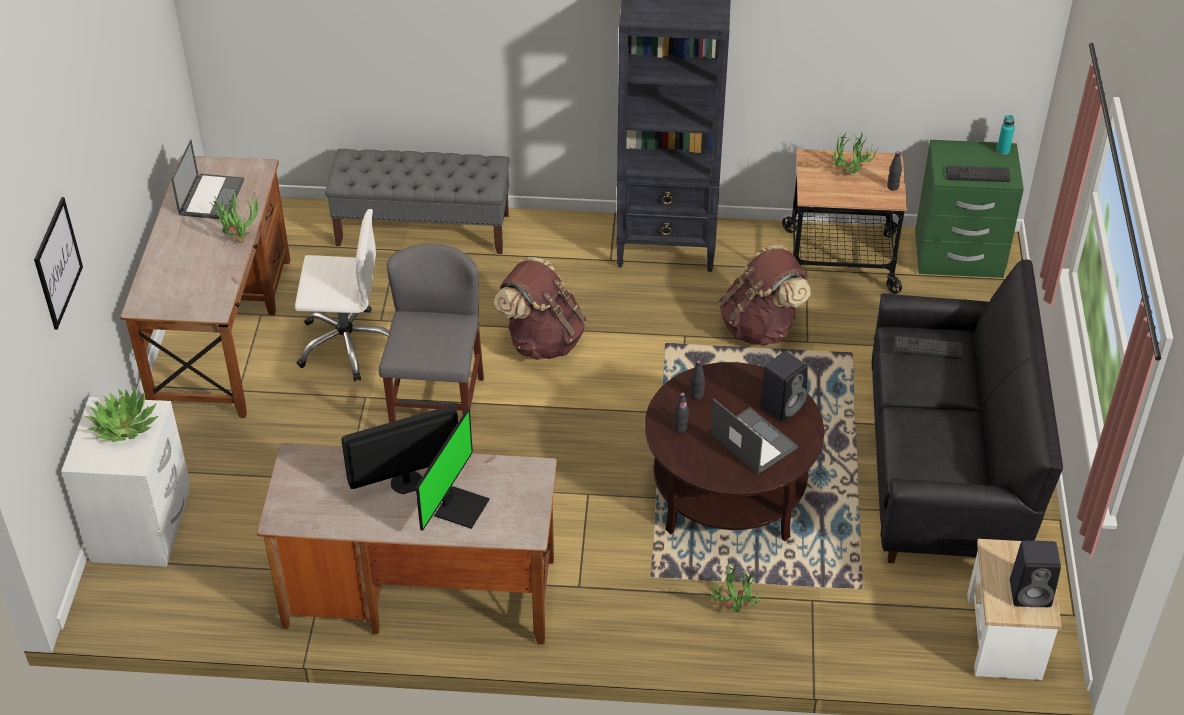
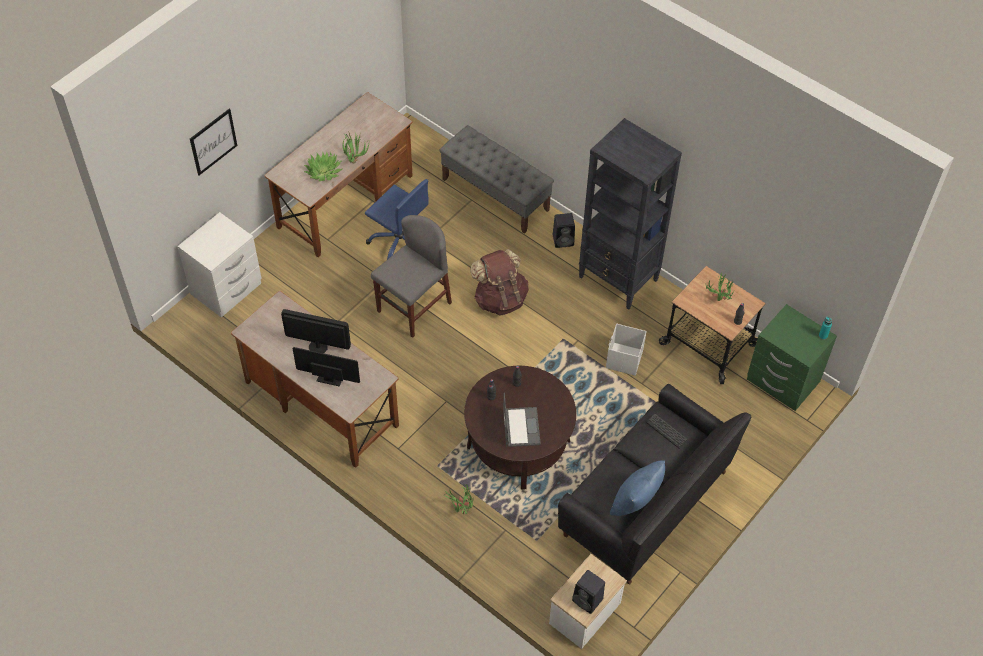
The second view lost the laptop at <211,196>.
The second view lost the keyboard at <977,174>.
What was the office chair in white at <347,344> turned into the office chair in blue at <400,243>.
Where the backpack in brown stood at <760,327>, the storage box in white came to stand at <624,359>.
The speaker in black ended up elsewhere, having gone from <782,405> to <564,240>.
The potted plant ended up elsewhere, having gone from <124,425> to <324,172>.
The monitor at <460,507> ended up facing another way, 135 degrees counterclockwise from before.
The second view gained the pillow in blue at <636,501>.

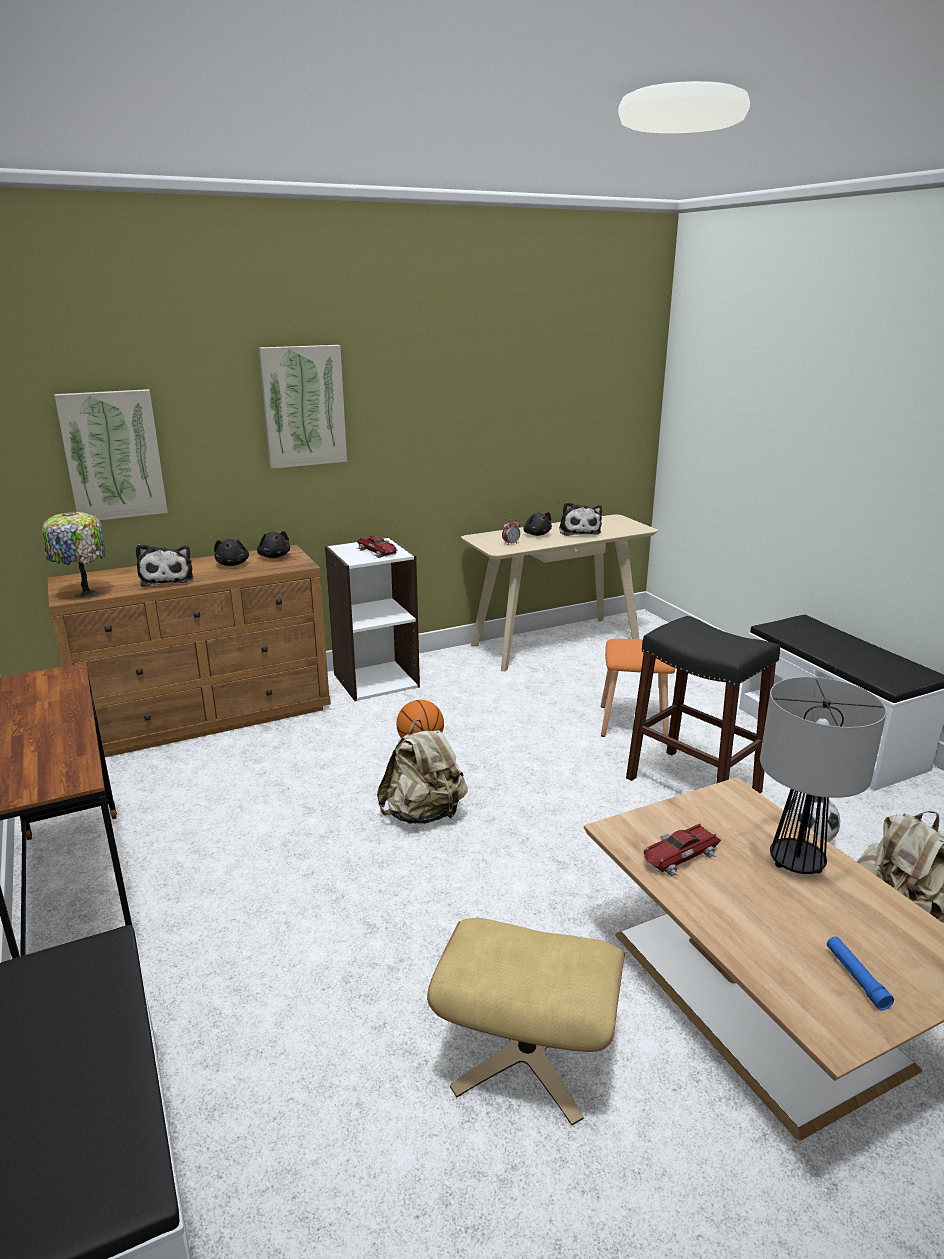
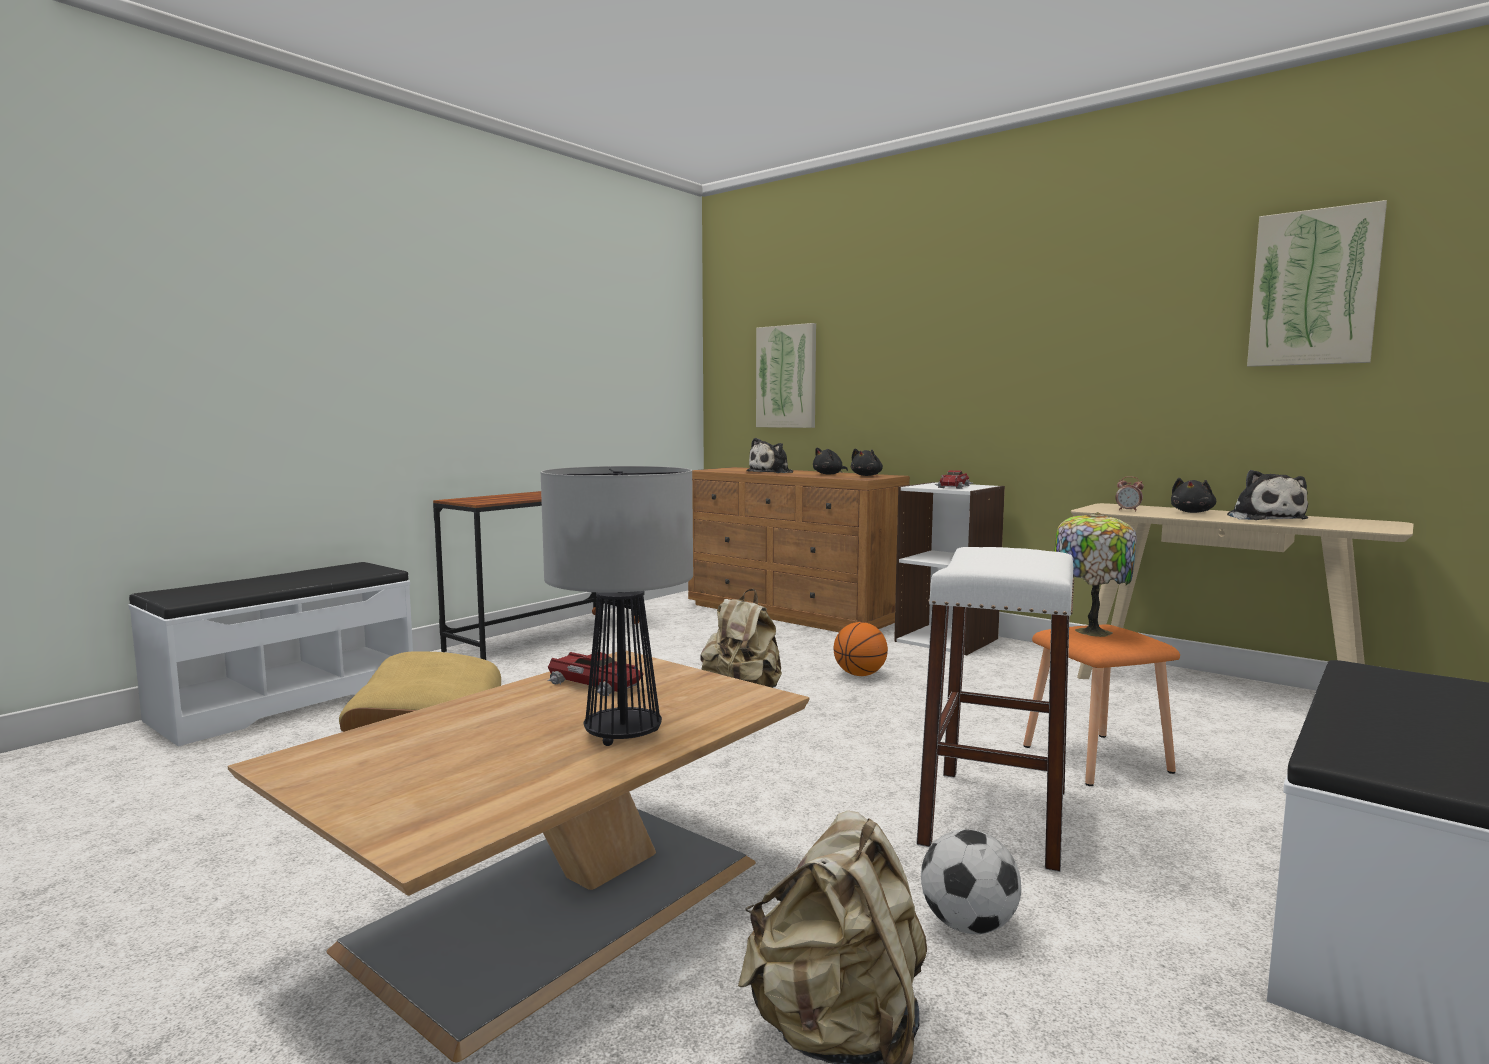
The picture ended up elsewhere, having gone from <303,406> to <1314,288>.
The plush toy at <579,531> ended up facing another way, 60 degrees counterclockwise from before.
The table lamp ended up elsewhere, having gone from <84,594> to <1090,631>.
What was the stool in black at <693,785> turned into the stool in white at <995,816>.
The second view lost the flashlight in blue at <856,978>.

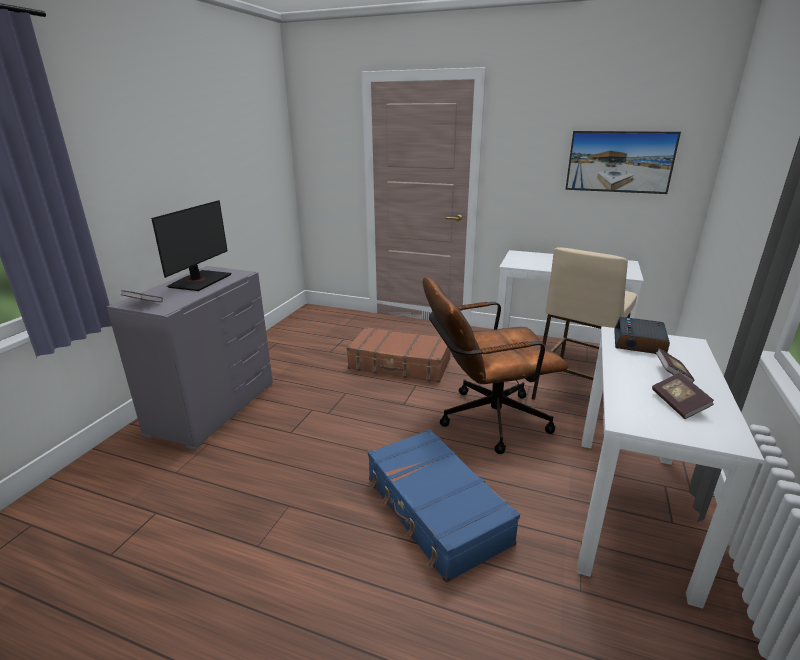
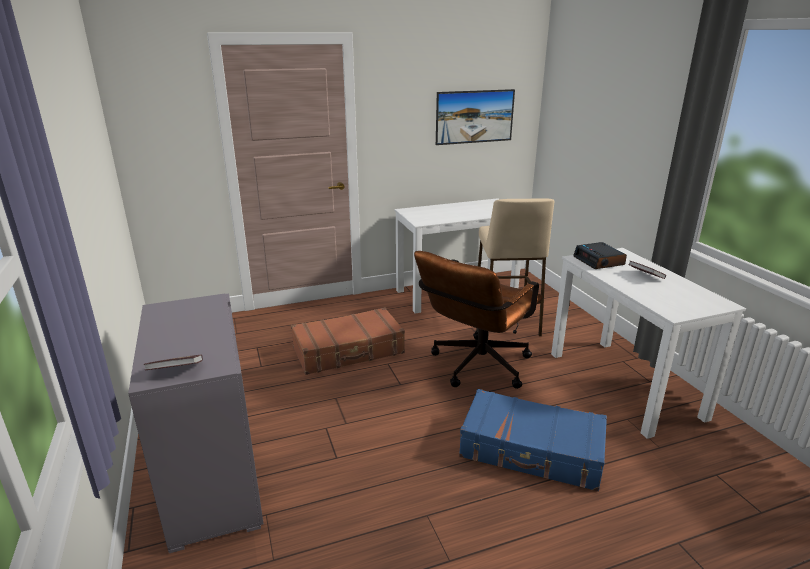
The second view lost the monitor at <199,281>.
The second view lost the book at <679,404>.

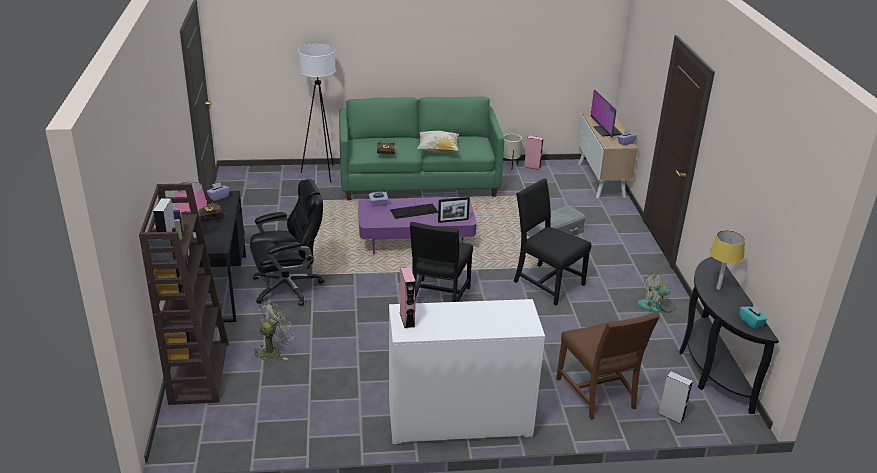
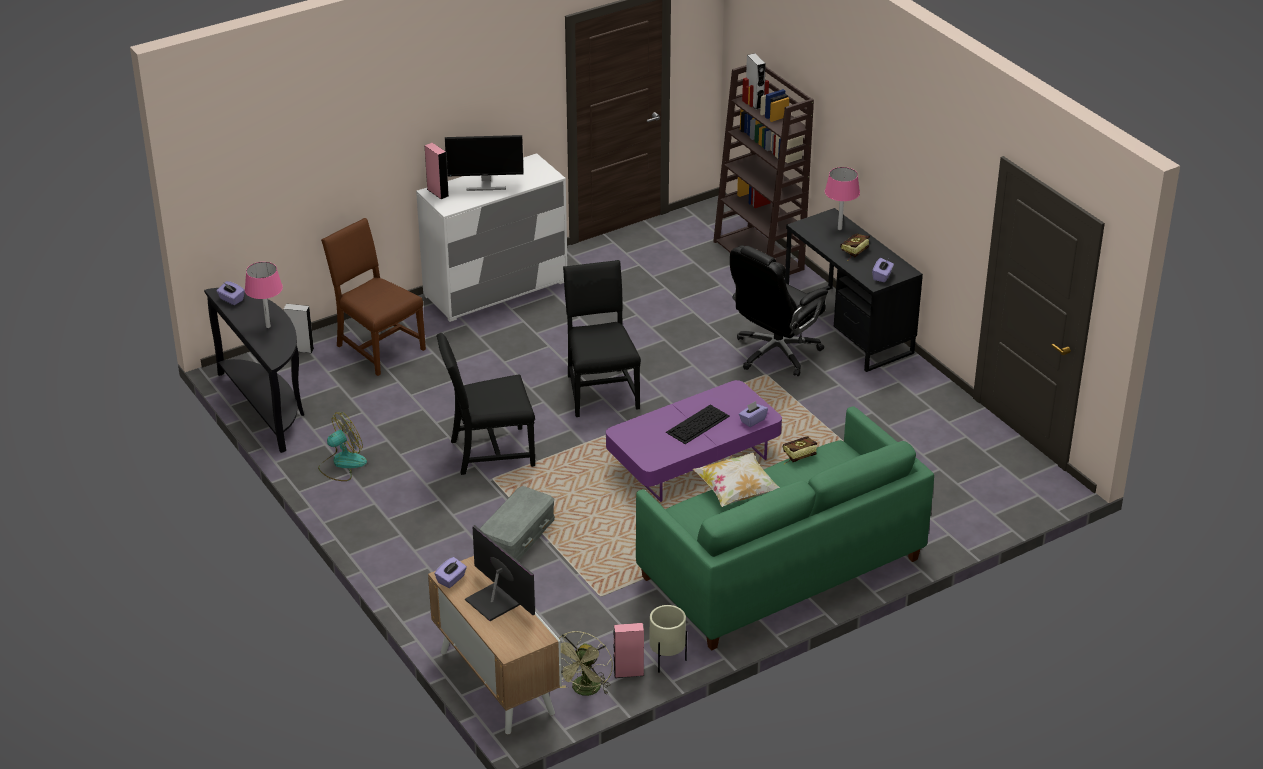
The second view lost the floor lamp in white at <321,173>.
The chair in black at <546,283> ended up facing another way, 150 degrees clockwise from before.
The second view lost the picture frame at <453,220>.
What was the table lamp in yellow at <718,288> turned into the table lamp in pink at <268,326>.
The speaker in pink ended up elsewhere, having gone from <407,319> to <437,192>.
The fan in green ended up elsewhere, having gone from <273,351> to <585,691>.
What was the tissue box in turquoise at <751,322> turned into the tissue box in purple at <231,299>.
The second view gained the monitor at <485,185>.

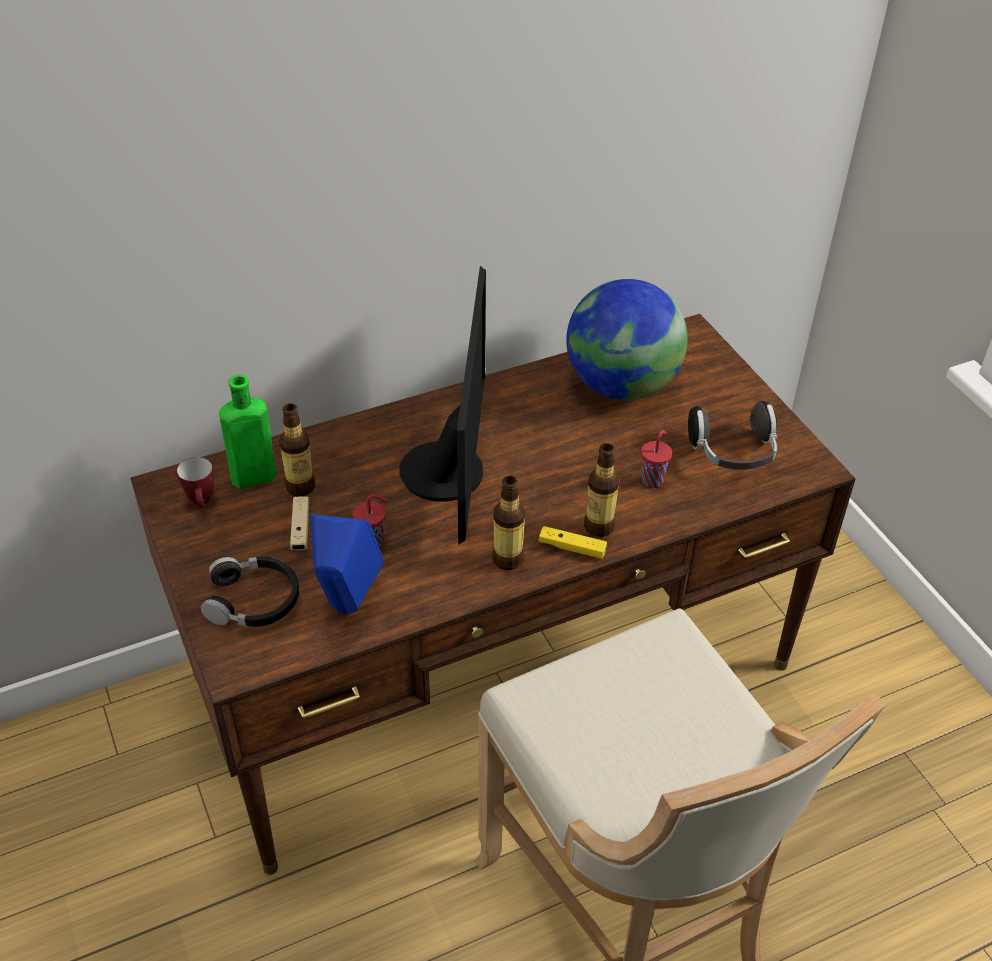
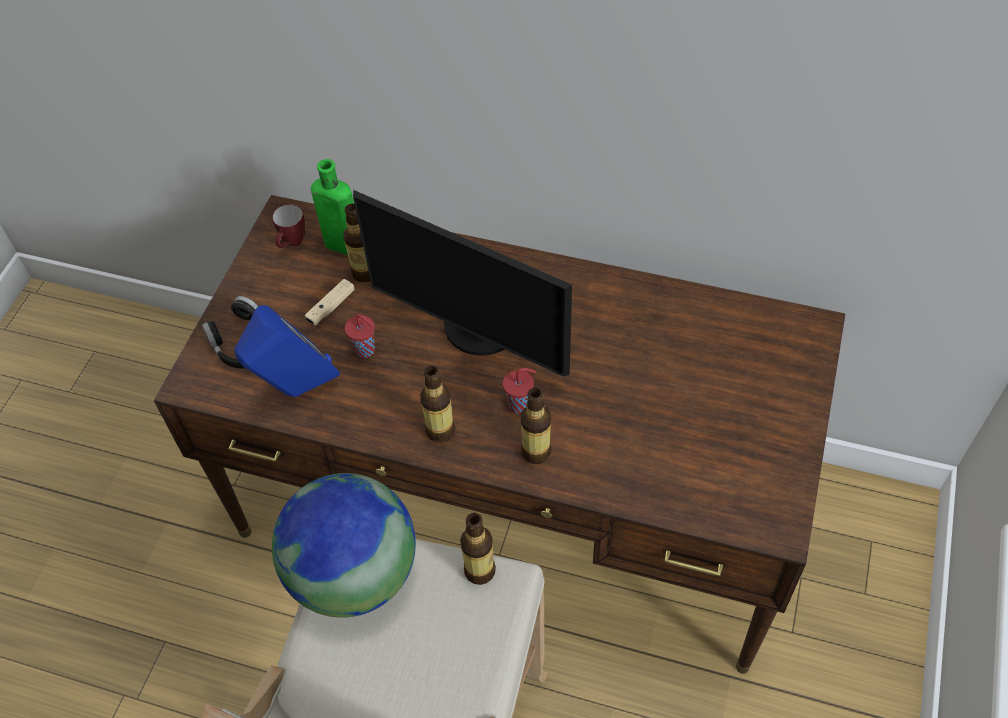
The monitor at <452,472> ended up facing another way, 75 degrees clockwise from before.
The globe ended up elsewhere, having gone from <621,385> to <354,574>.
The second view lost the headphones at <733,454>.
The cup in red ended up elsewhere, having gone from <653,479> to <520,404>.
The second view lost the game controller in yellow at <572,548>.
The second view gained the bottle at <480,571>.

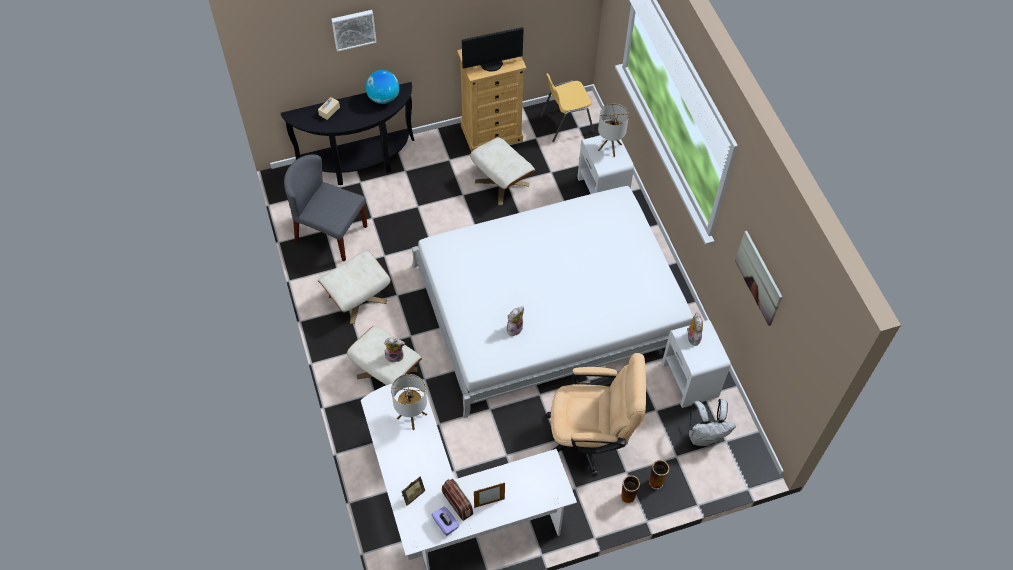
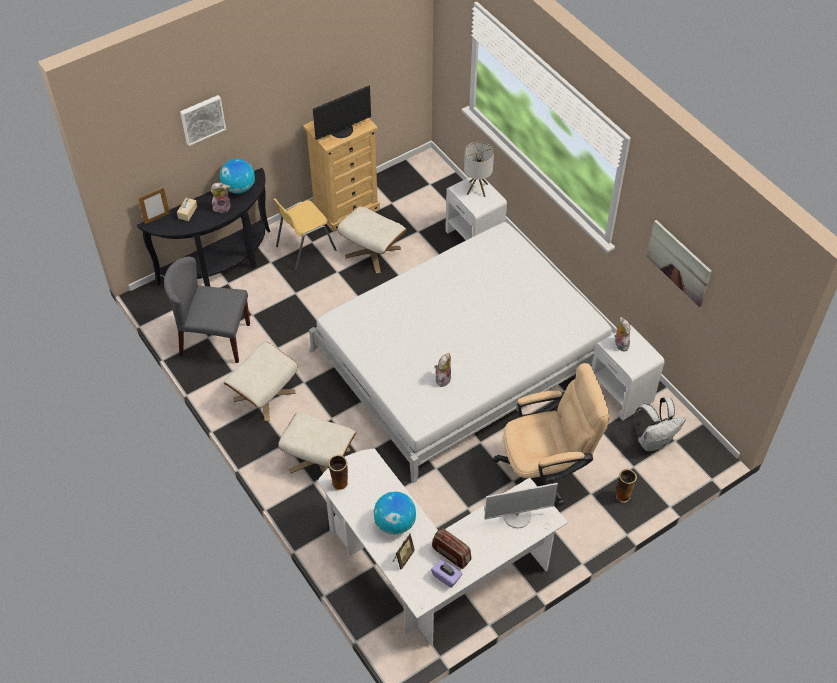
The chair in yellow ended up elsewhere, having gone from <566,124> to <305,248>.
The plush toy ended up elsewhere, having gone from <395,355> to <222,207>.
The second view lost the table lamp at <411,416>.
The vase ended up elsewhere, having gone from <627,497> to <339,484>.
The picture frame ended up elsewhere, having gone from <489,503> to <157,218>.
The second view gained the monitor at <517,515>.
The second view gained the globe at <395,523>.

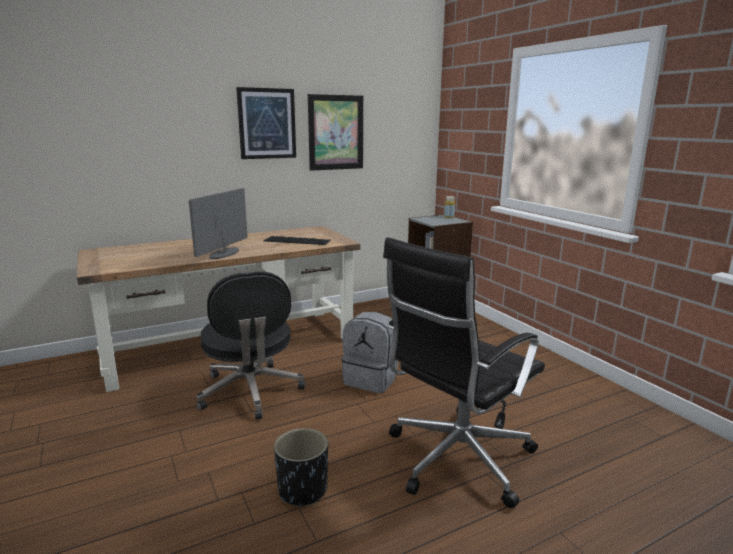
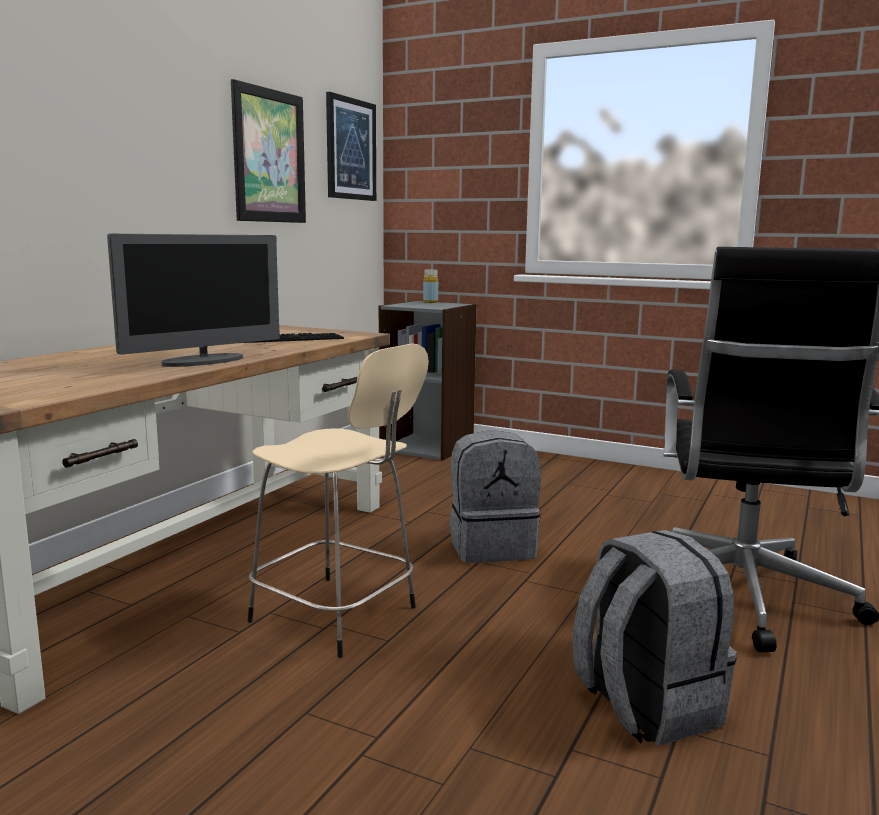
The picture ended up elsewhere, having gone from <267,123> to <350,149>.
The monitor at <224,254> ended up facing another way, 120 degrees counterclockwise from before.
Where the office chair in black stood at <250,392>, the stool in beige came to stand at <338,616>.
Where the planter in black stood at <302,490>, the backpack in grey came to stand at <644,706>.

